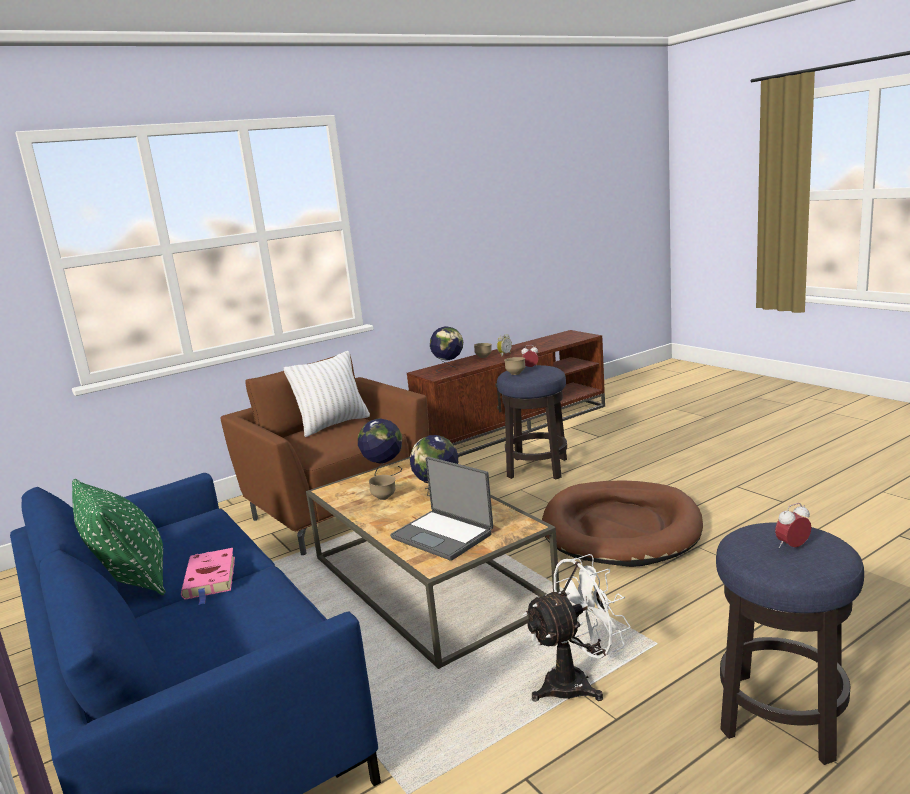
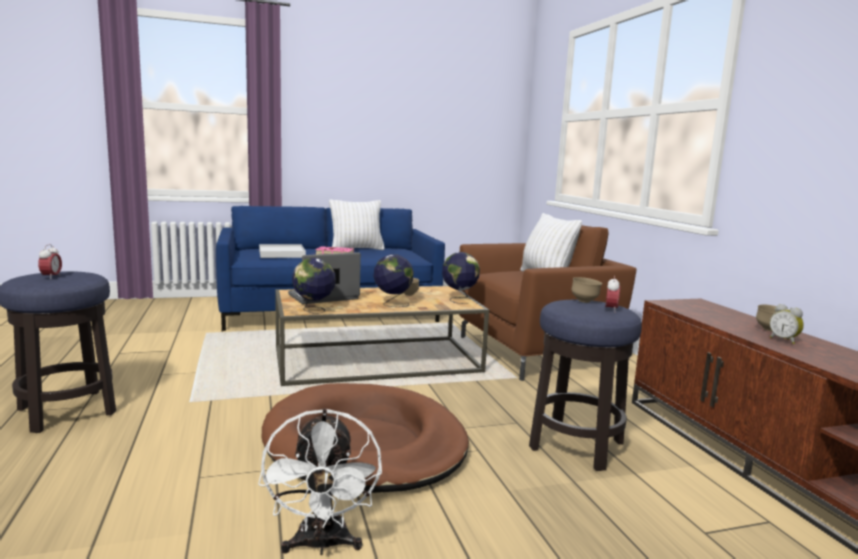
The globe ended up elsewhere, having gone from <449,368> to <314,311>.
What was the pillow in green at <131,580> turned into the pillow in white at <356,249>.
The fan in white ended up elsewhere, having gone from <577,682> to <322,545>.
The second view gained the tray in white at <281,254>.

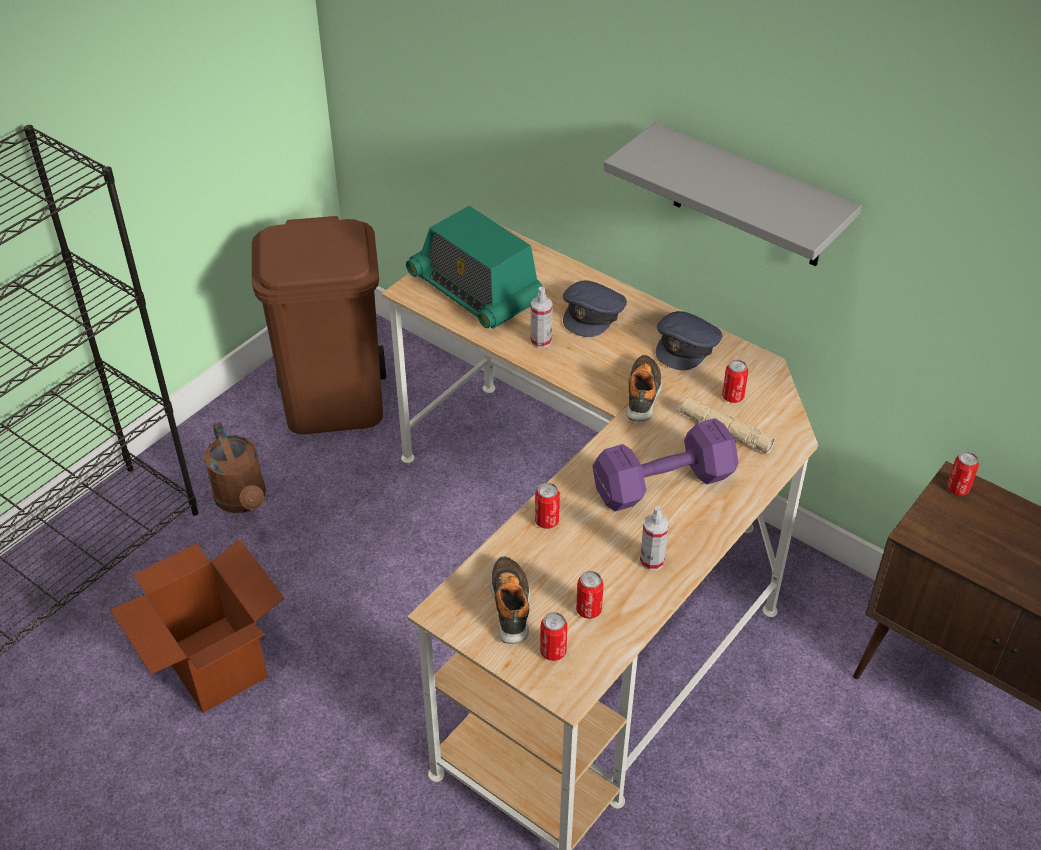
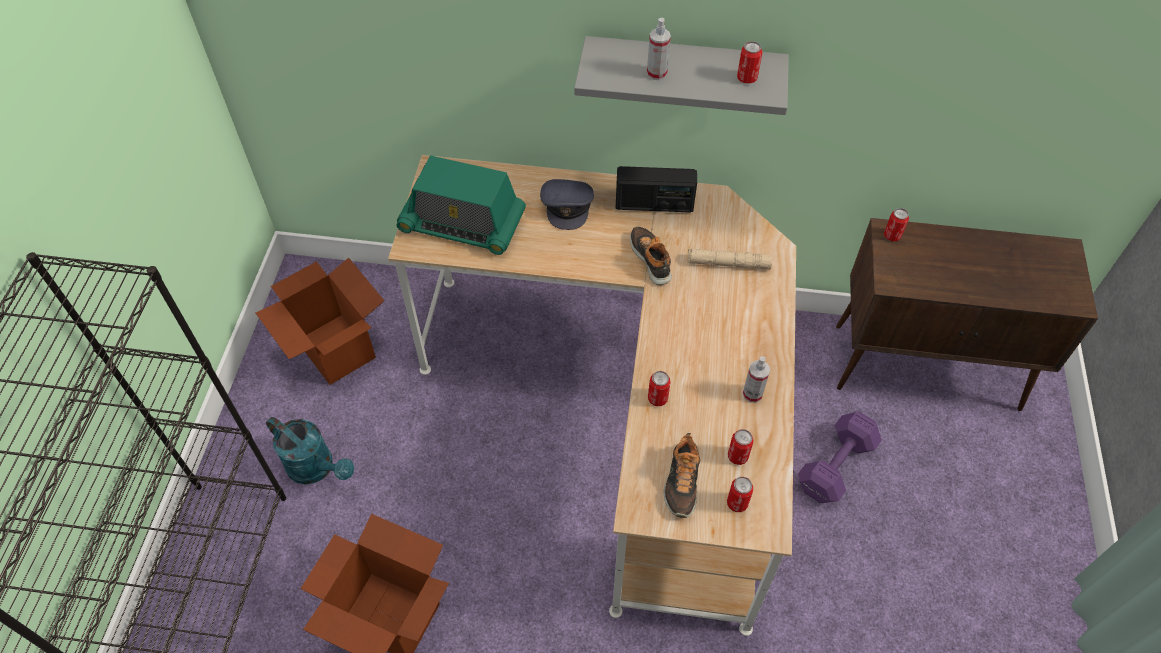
Where the trash can in brown stood at <335,403>, the cardboard box came to stand at <335,349>.
The spray bottle ended up elsewhere, having gone from <541,341> to <657,73>.
Where the cap in grey stood at <687,346>, the radio came to stand at <654,204>.
The can ended up elsewhere, having gone from <732,397> to <747,78>.
The dumbbell in purple ended up elsewhere, having gone from <666,484> to <837,465>.
What was the watering can in brown at <243,500> turned into the watering can in turquoise at <317,468>.
The shoe at <511,605> ended up facing another way, 135 degrees counterclockwise from before.

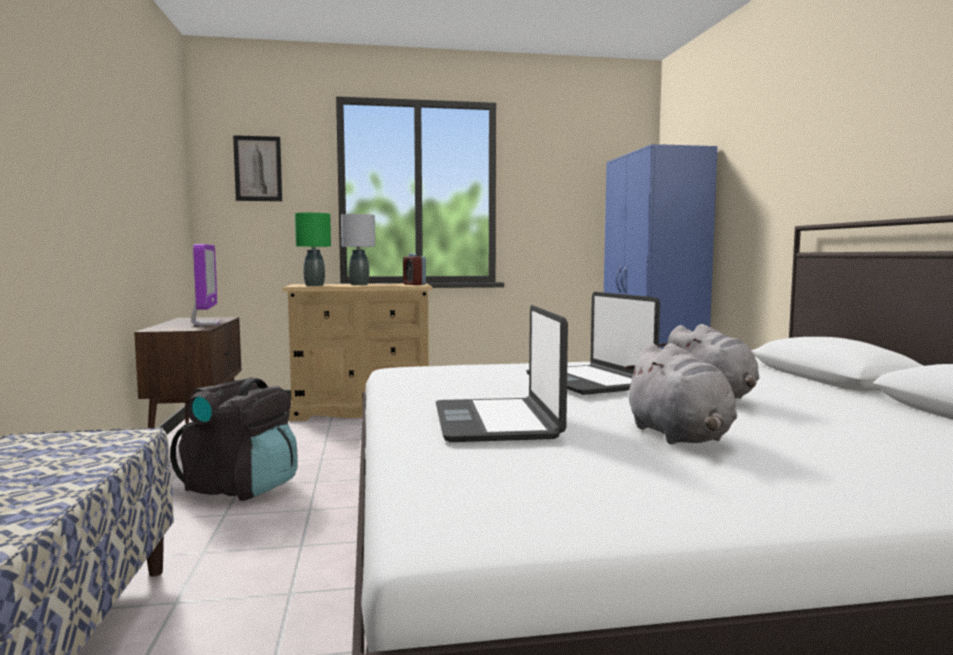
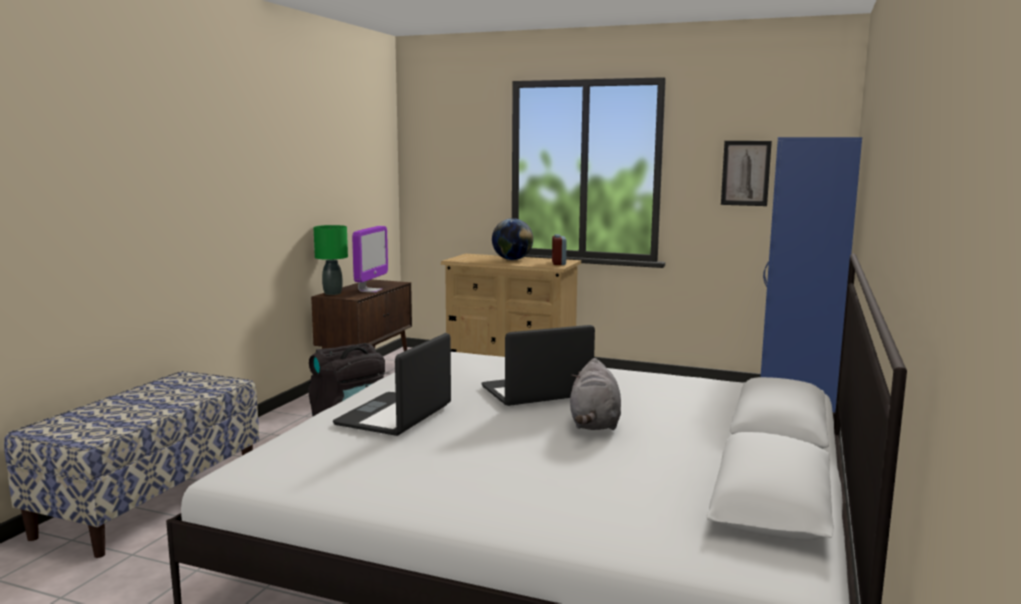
The picture ended up elsewhere, having gone from <258,168> to <745,173>.
The table lamp in green ended up elsewhere, having gone from <314,285> to <332,293>.
Where the table lamp in grey stood at <359,284>, the globe came to stand at <512,260>.
The laptop at <590,381> ended up facing another way, 60 degrees clockwise from before.
The second view lost the plush toy in grey at <679,436>.

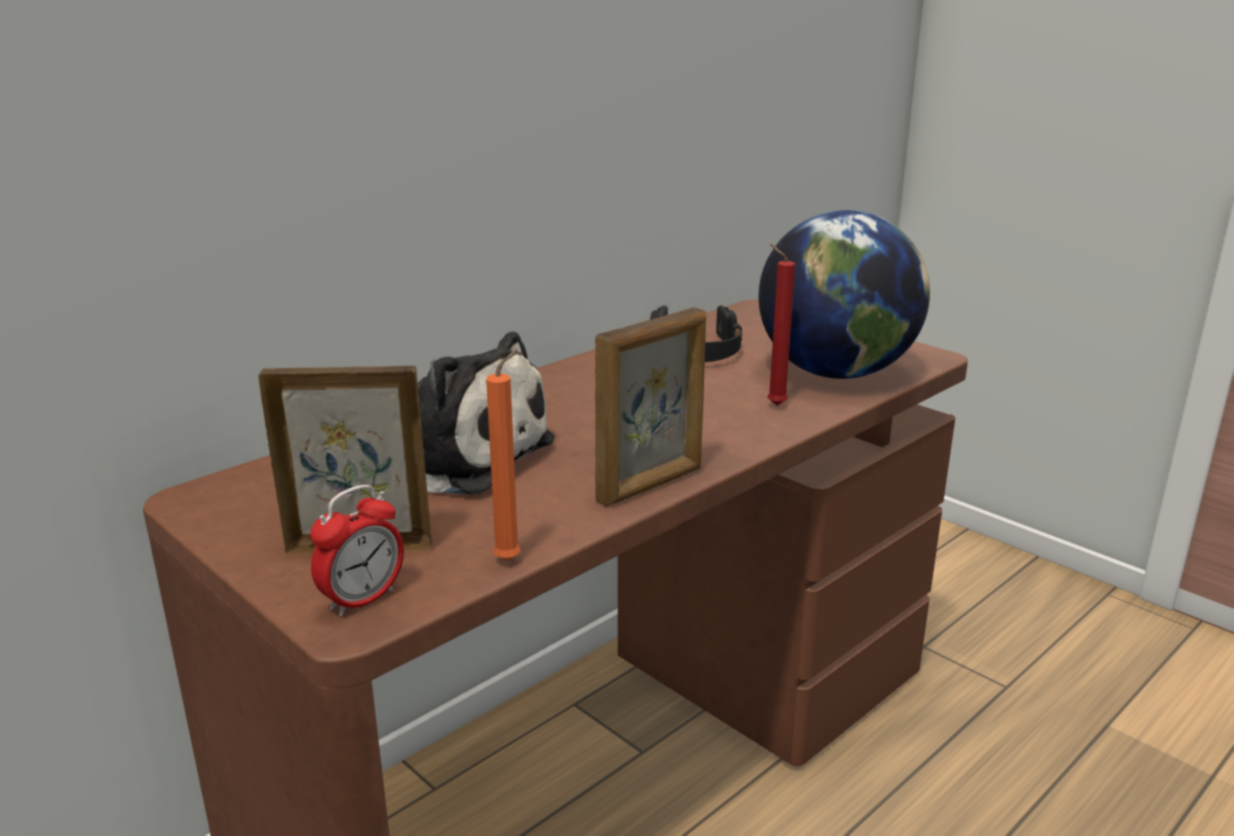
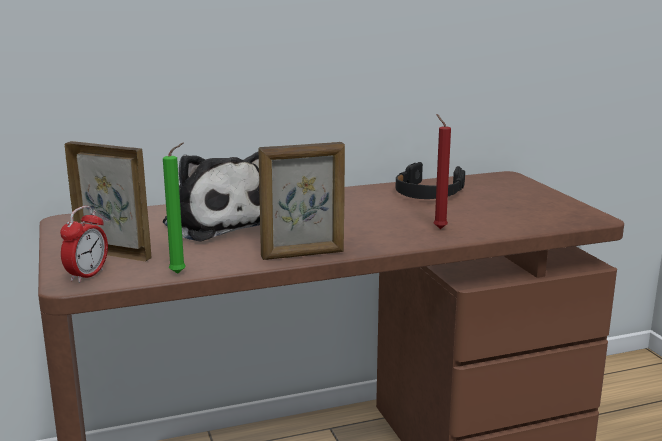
The second view lost the globe at <835,373>.
What was the candle in orange at <511,559> turned into the candle in green at <180,273>.
The alarm clock at <362,600> ended up facing another way, 45 degrees counterclockwise from before.

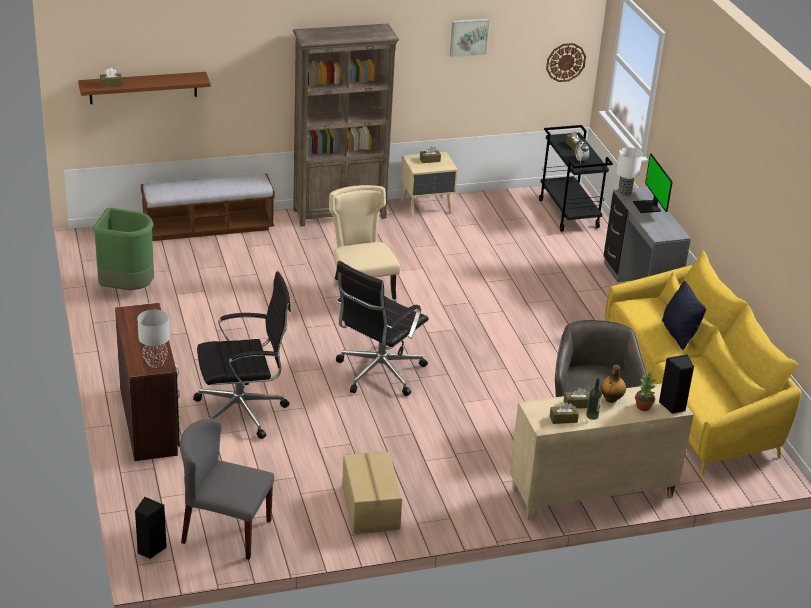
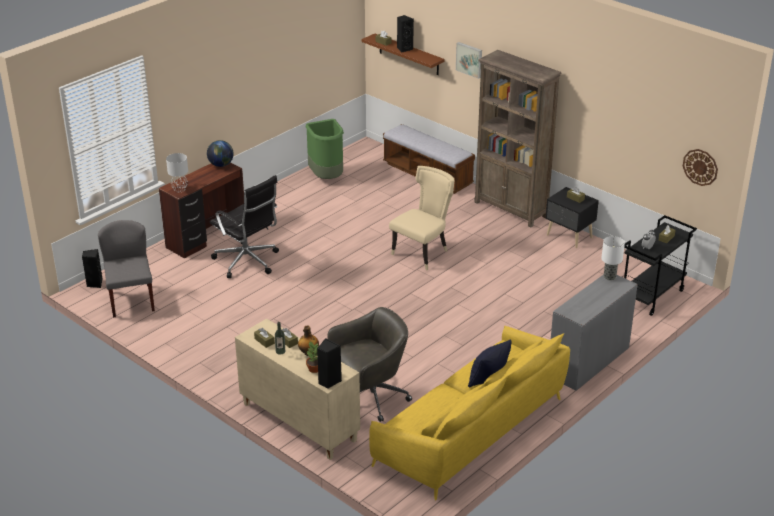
The picture ended up elsewhere, having gone from <468,36> to <469,59>.
What was the nightstand in beige at <427,207> turned into the nightstand in black at <569,237>.
The second view lost the monitor at <648,207>.
The second view lost the office chair in black at <378,373>.
The second view lost the cardboard box at <369,507>.
The second view gained the speaker in black at <404,49>.
The second view gained the globe at <221,165>.

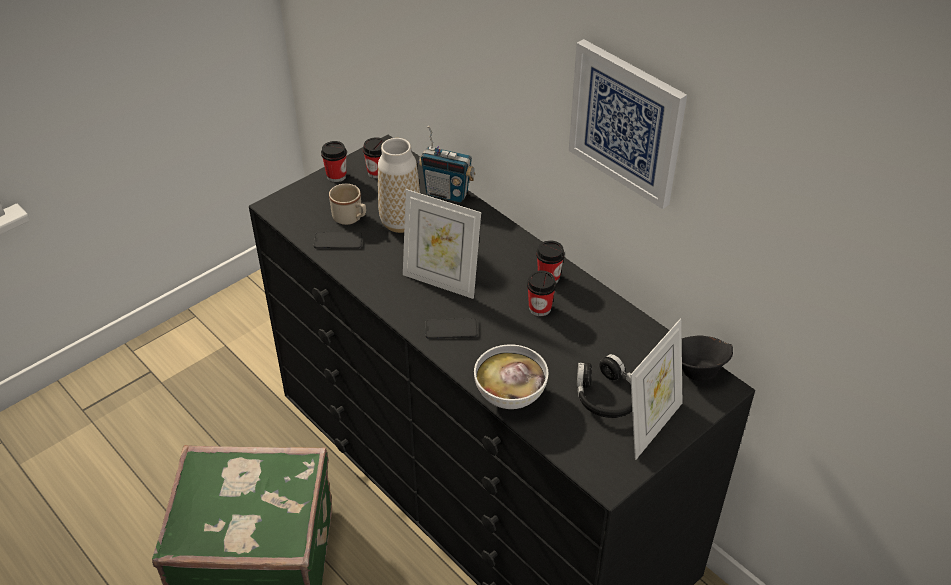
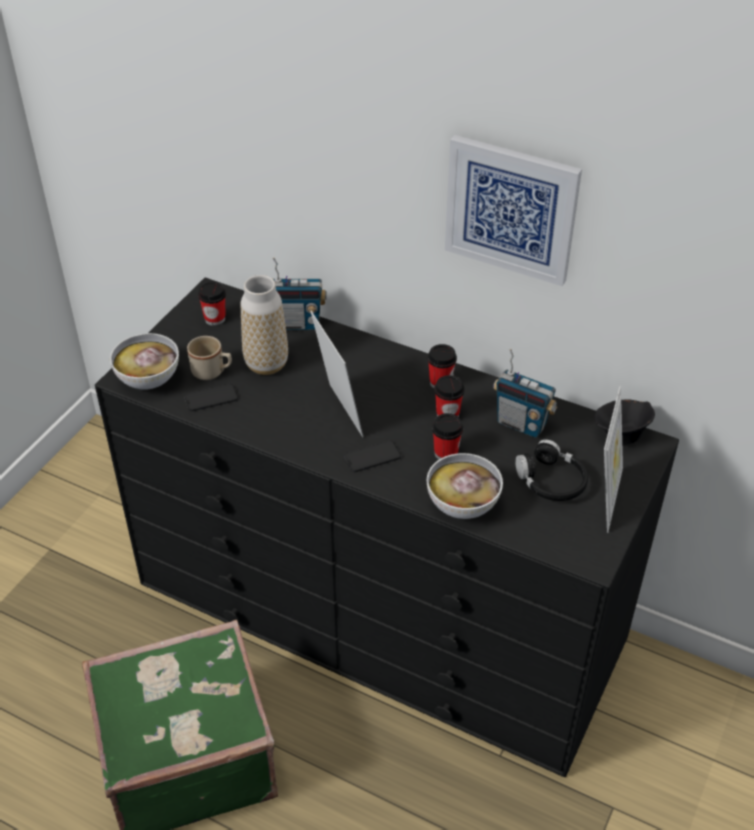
The cup ended up elsewhere, having gone from <336,176> to <446,453>.
The picture frame at <441,281> ended up facing another way, 120 degrees counterclockwise from before.
The second view gained the bowl at <148,380>.
The second view gained the radio at <521,424>.

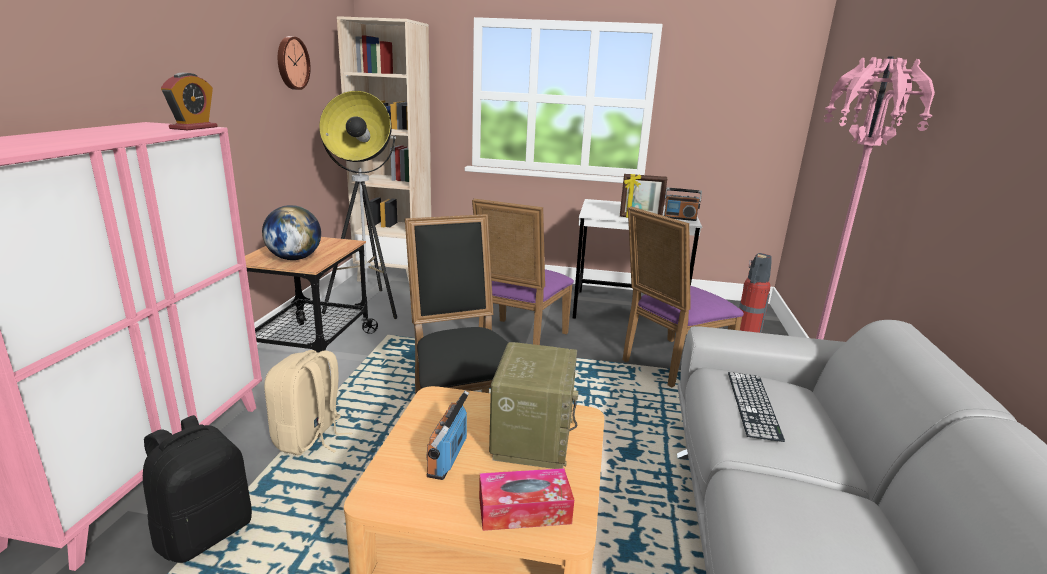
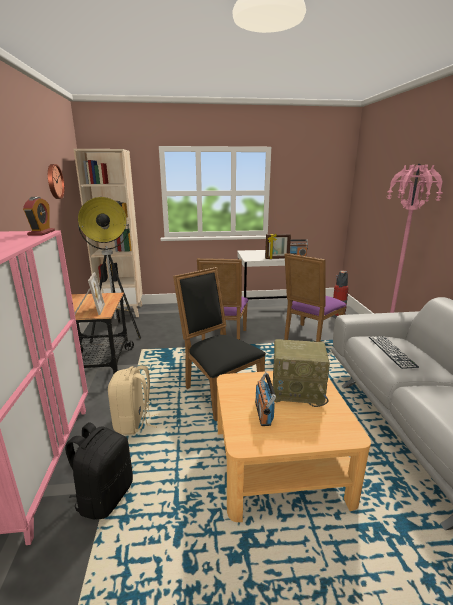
Where the globe stood at <294,258>, the picture frame came to stand at <88,310>.
The radio at <532,437> ended up facing another way, 105 degrees clockwise from before.
The second view lost the tissue box at <524,510>.

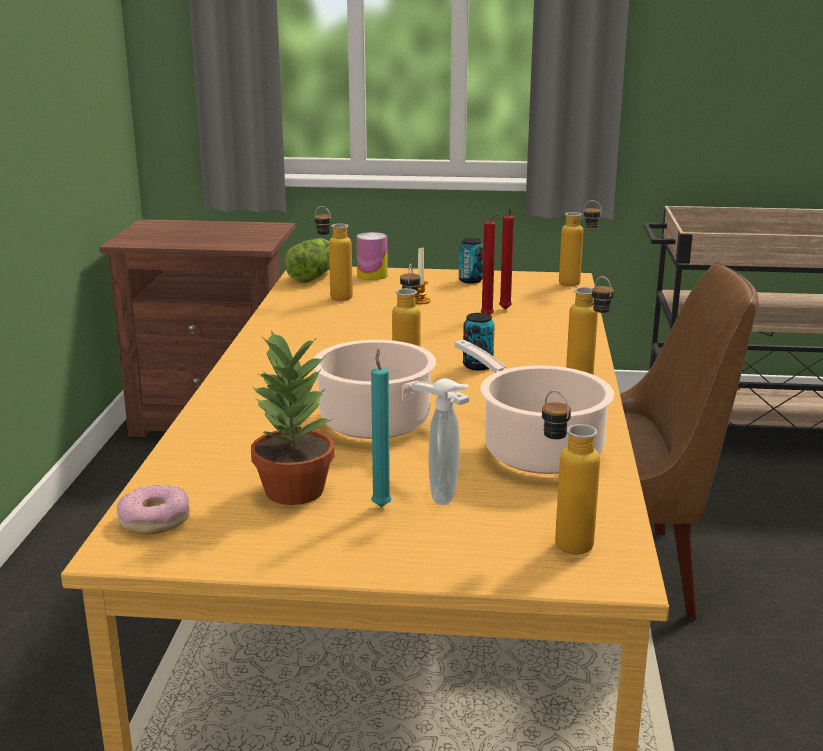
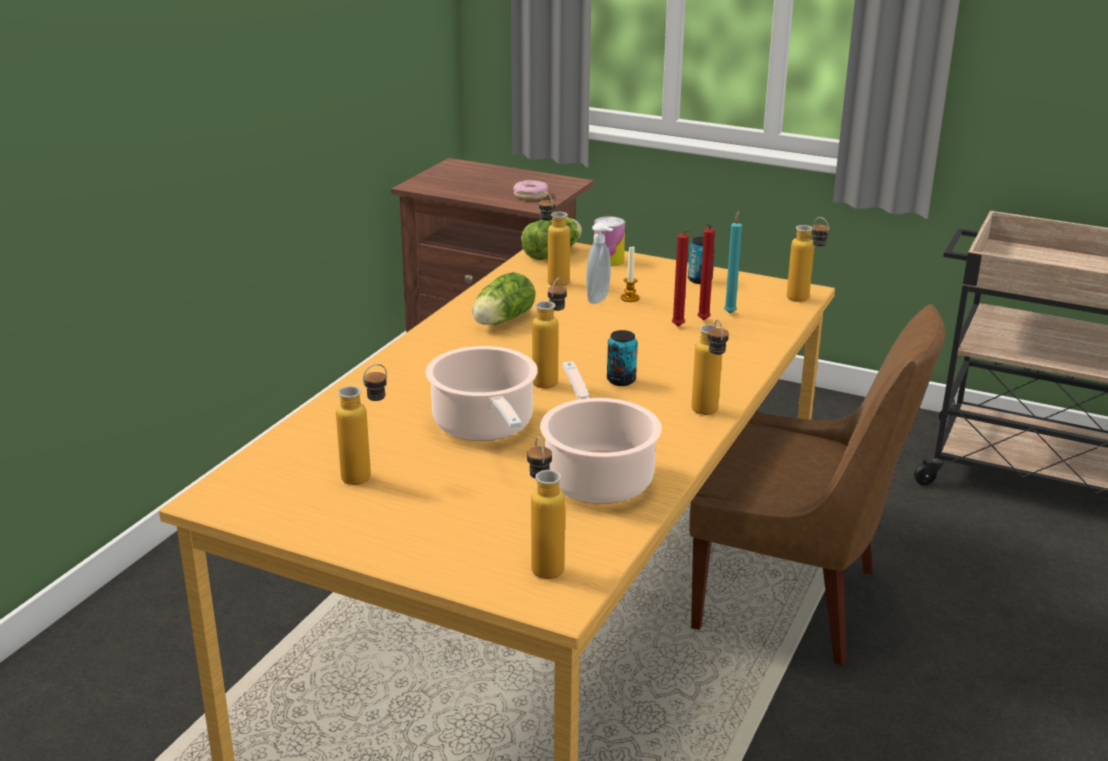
Where the potted plant stood at <293,490>, the bottle came to stand at <367,475>.
The candle in turquoise ended up elsewhere, having gone from <381,505> to <730,312>.
The soap dispenser ended up elsewhere, having gone from <446,495> to <599,299>.
The donut ended up elsewhere, having gone from <155,520> to <531,196>.
The second view gained the lettuce at <501,321>.

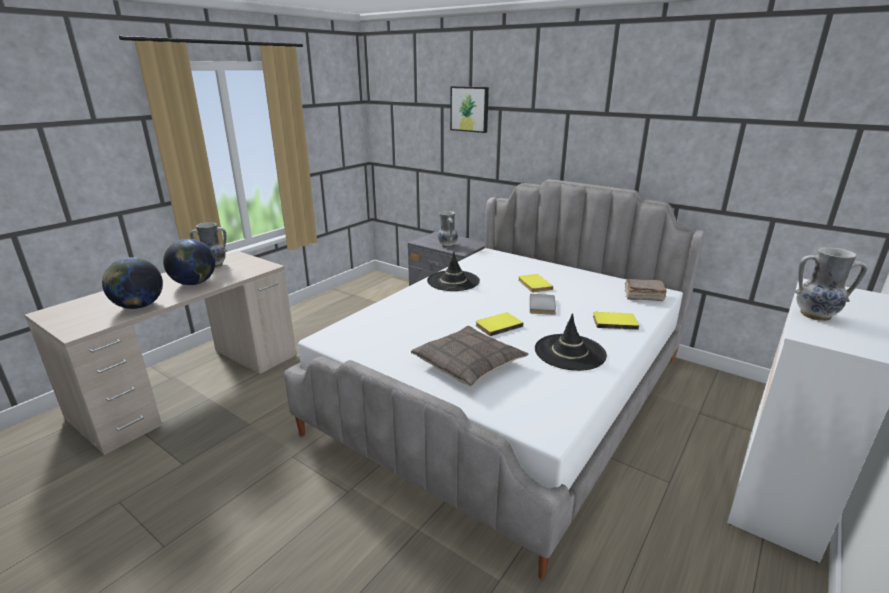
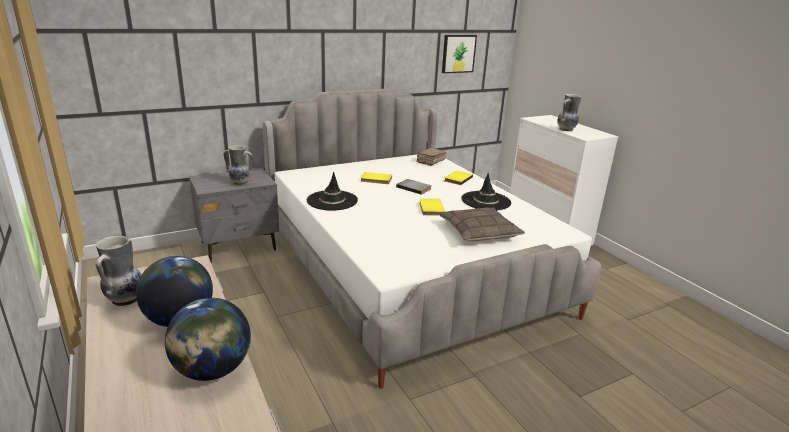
The picture ended up elsewhere, having gone from <470,109> to <458,53>.

